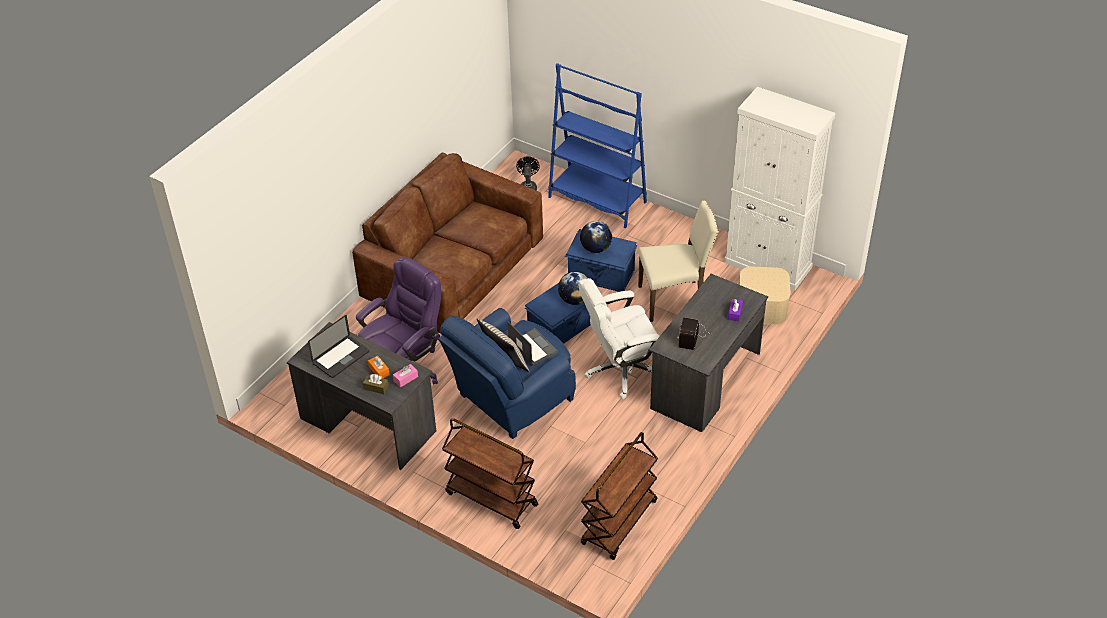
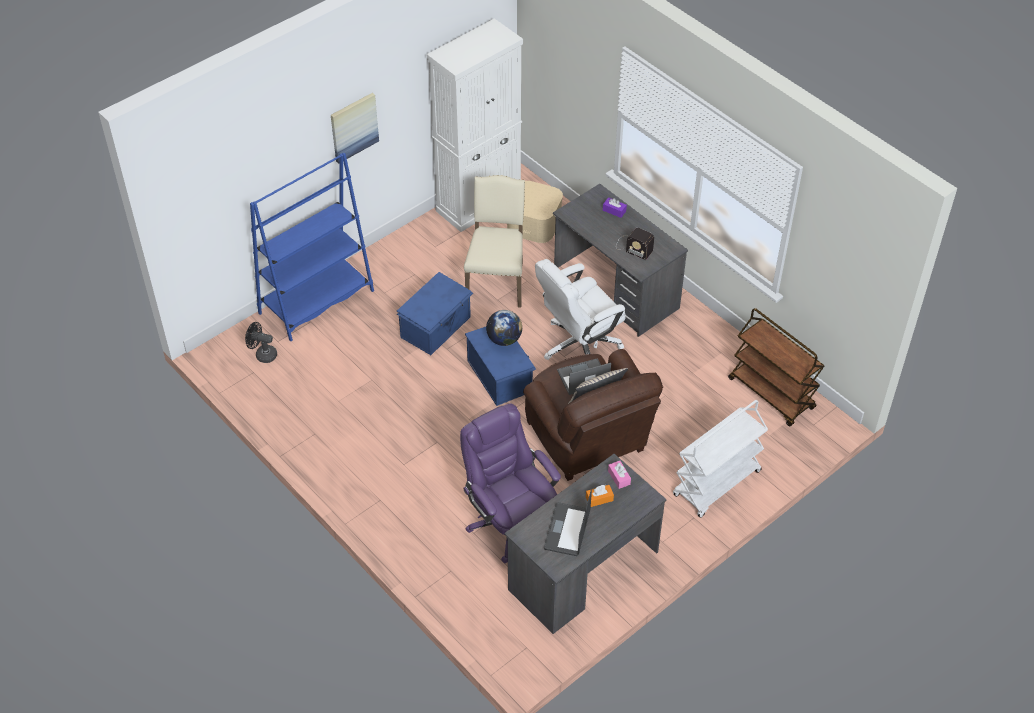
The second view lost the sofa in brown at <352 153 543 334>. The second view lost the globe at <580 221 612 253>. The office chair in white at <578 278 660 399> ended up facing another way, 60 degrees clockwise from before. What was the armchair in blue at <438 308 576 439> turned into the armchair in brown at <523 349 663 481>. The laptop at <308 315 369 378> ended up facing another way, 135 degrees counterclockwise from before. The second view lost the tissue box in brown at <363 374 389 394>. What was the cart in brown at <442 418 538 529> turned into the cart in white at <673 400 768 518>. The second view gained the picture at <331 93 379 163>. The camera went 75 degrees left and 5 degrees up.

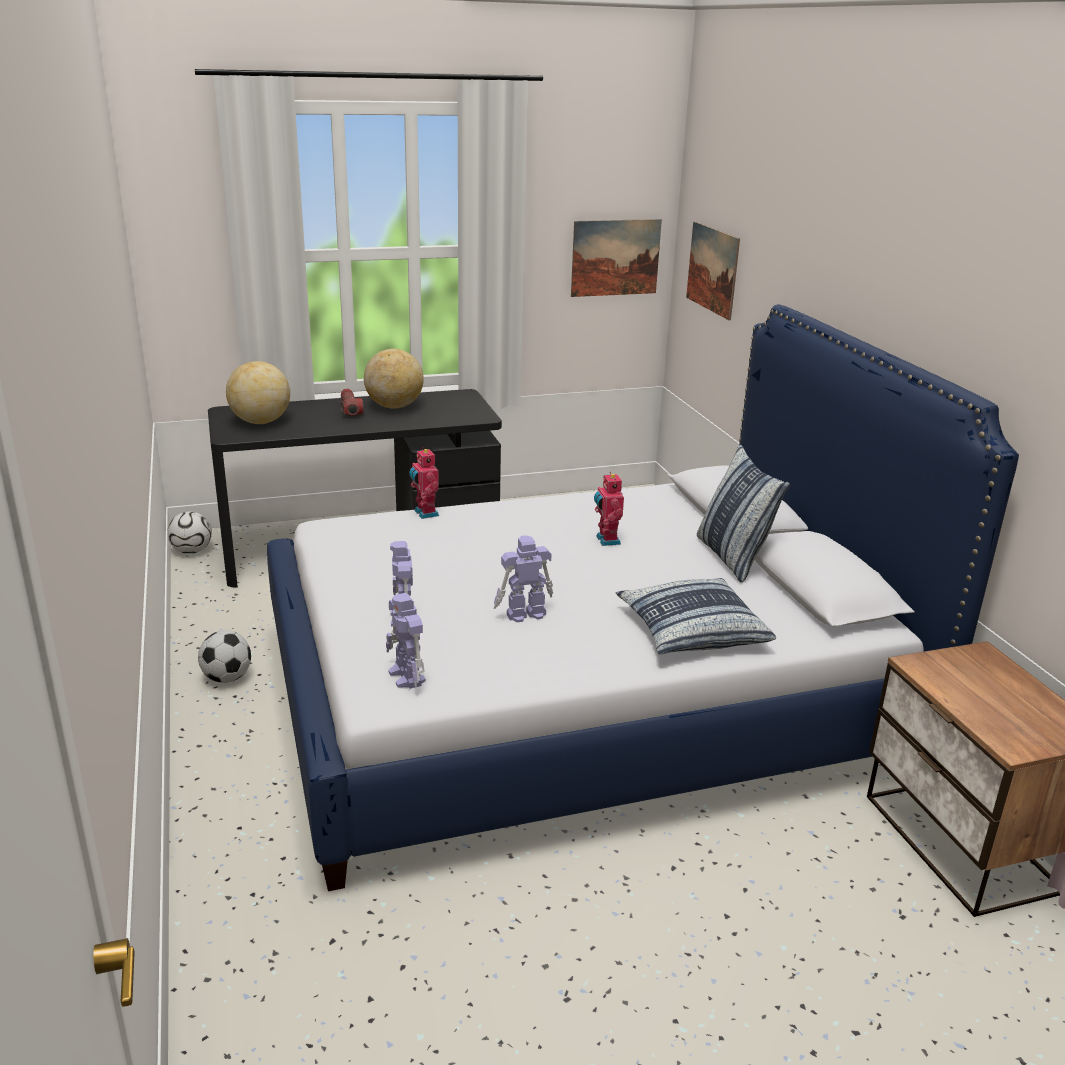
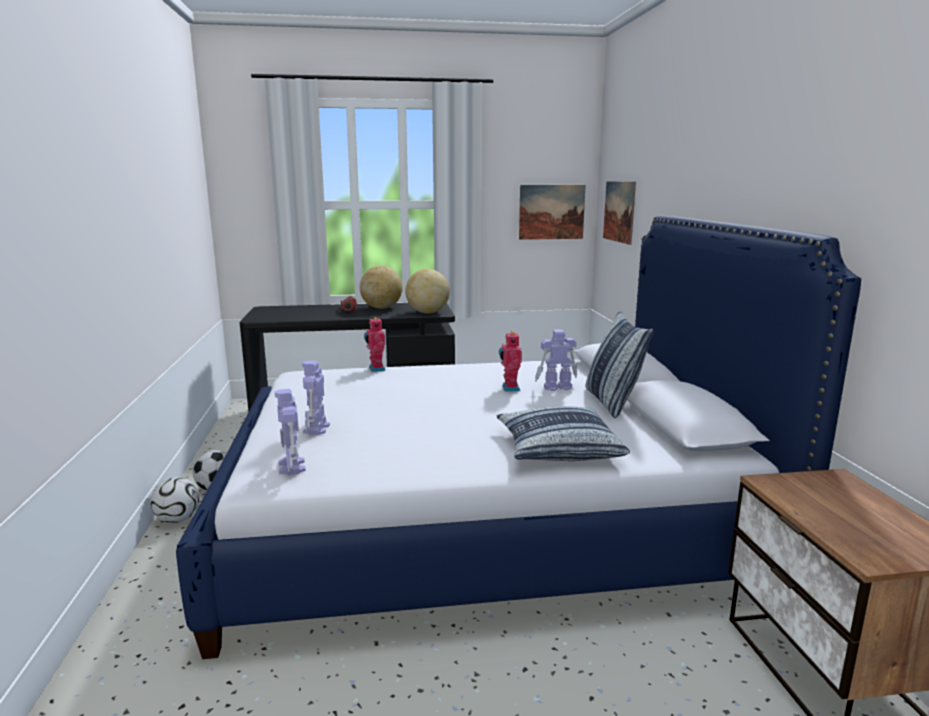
The globe ended up elsewhere, having gone from <226 361 290 424> to <405 269 450 314>. The football ended up elsewhere, having gone from <167 512 212 554> to <150 477 200 523>. The toy robot ended up elsewhere, having gone from <494 535 553 622> to <535 329 577 391>. The camera went 10 degrees right and 10 degrees down.

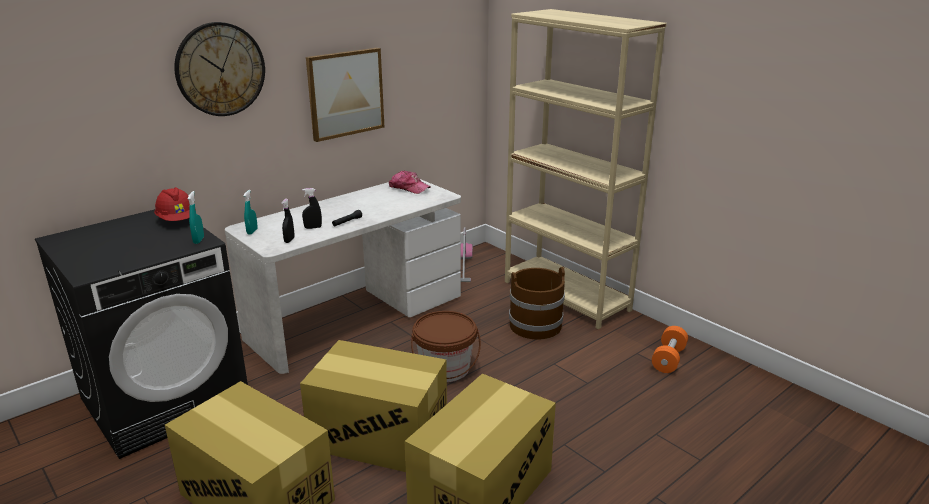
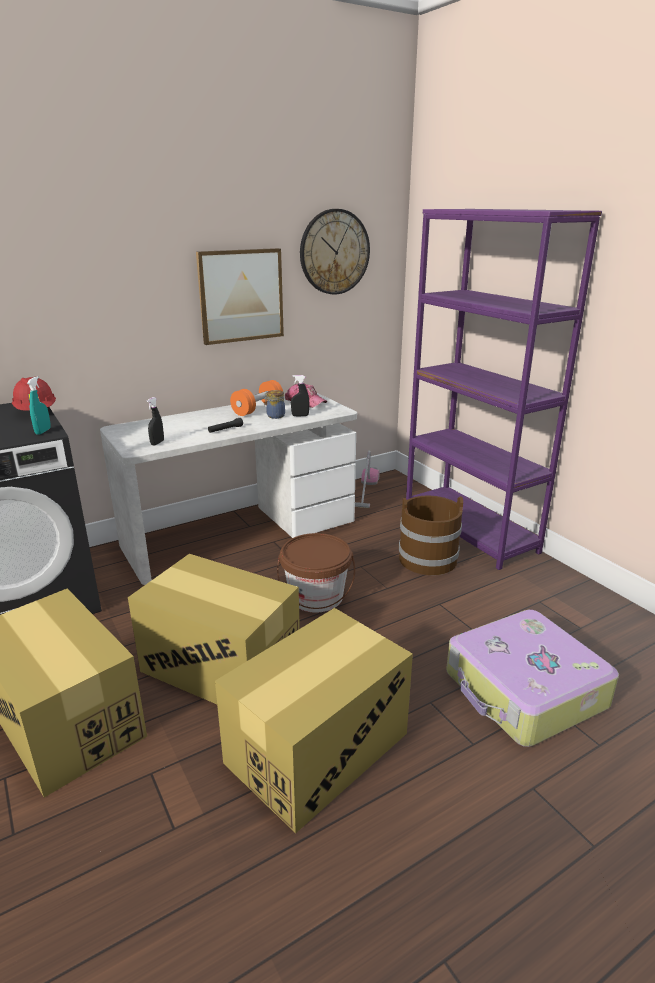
What was the bookcase in beige at <505 9 667 329> turned into the bookcase in purple at <406 209 602 570>. The wall clock ended up elsewhere, having gone from <174 22 265 116> to <300 209 370 294>. The spray bottle in black ended up elsewhere, having gone from <302 188 322 229> to <291 375 310 416>. The second view lost the spray bottle in turquoise at <244 190 257 235>. The dumbbell in orange ended up elsewhere, having gone from <652 326 688 373> to <230 380 283 416>. The second view gained the jar at <264 390 285 419>. The second view gained the suitcase at <446 610 619 747>. The camera went 10 degrees right and 0 degrees up.

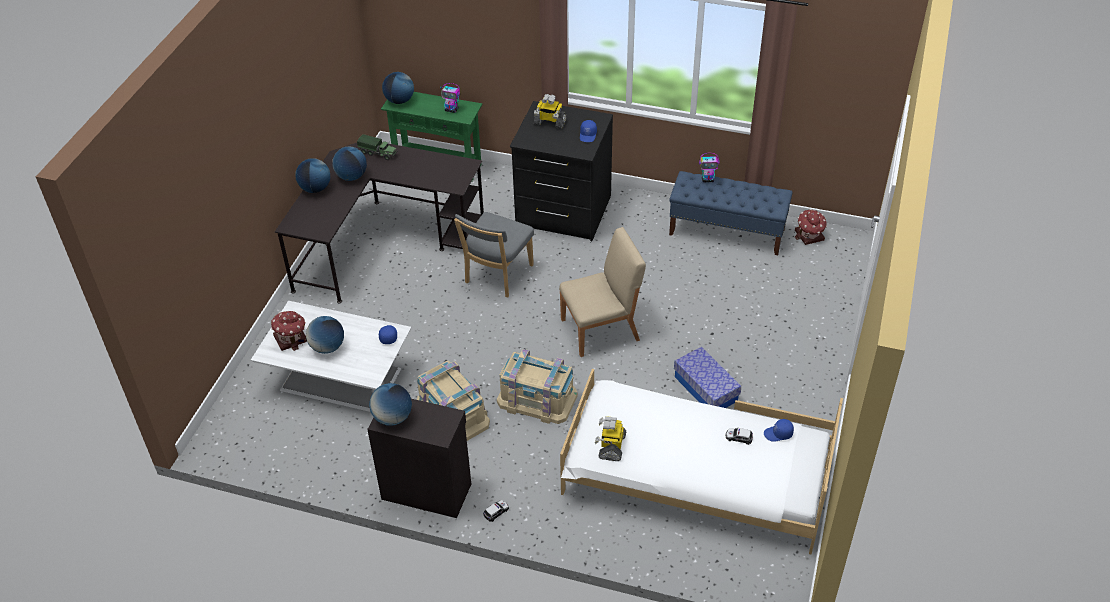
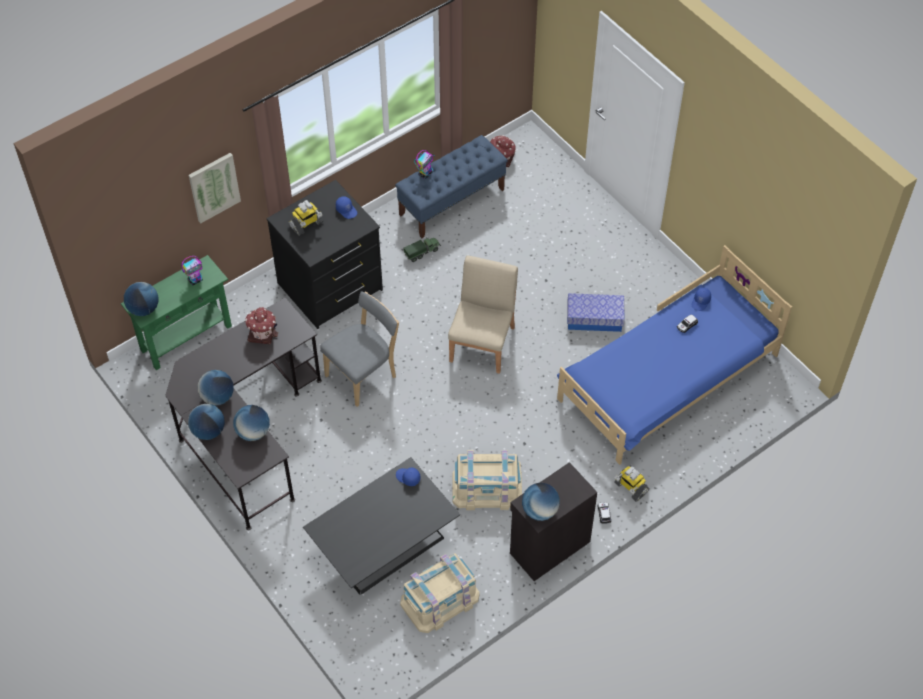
The toy truck ended up elsewhere, having gone from <357 134 398 160> to <403 237 441 262>. The chair in grey at <454 212 534 297> ended up facing another way, 105 degrees counterclockwise from before. What was the coffee table in white at <251 301 411 412> turned into the coffee table in black at <303 457 460 595>. The toy house ended up elsewhere, having gone from <271 311 307 351> to <245 307 278 344>. The globe ended up elsewhere, having gone from <306 316 344 354> to <233 405 270 441>. The storage box in beige ended up elsewhere, having gone from <497 349 578 424> to <400 553 480 633>. What was the bed in white at <560 369 843 554> turned into the bed in blue at <557 245 792 465>. The toy robot ended up elsewhere, having gone from <595 416 626 461> to <614 466 649 502>. The second view gained the picture at <189 153 241 223>. The camera went 55 degrees left and 10 degrees up.

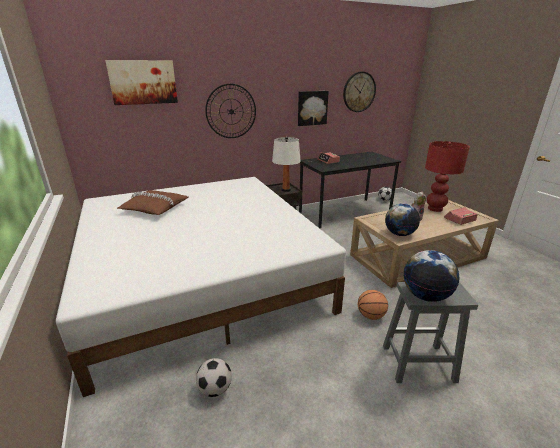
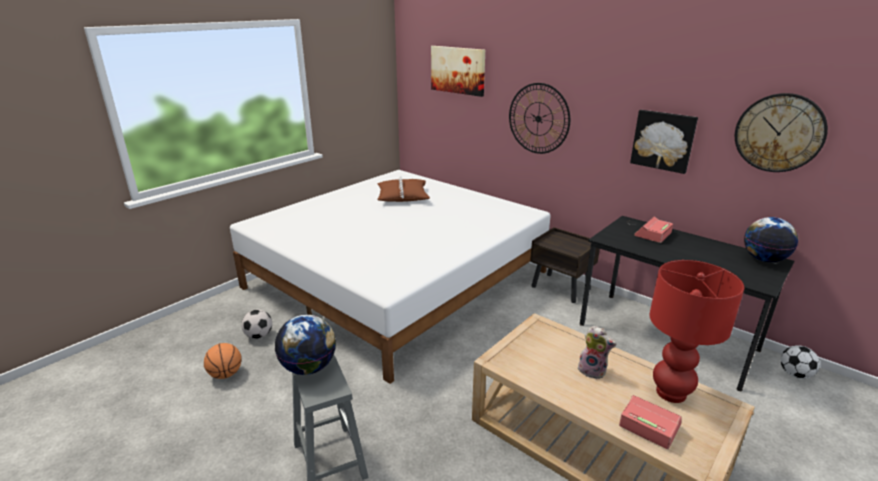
The second view lost the table lamp in white at <272 137 301 192>. The globe ended up elsewhere, having gone from <385 203 420 236> to <744 217 798 262>. The basketball ended up elsewhere, having gone from <358 290 388 320> to <204 343 242 379>. The camera went 65 degrees right and 0 degrees up.

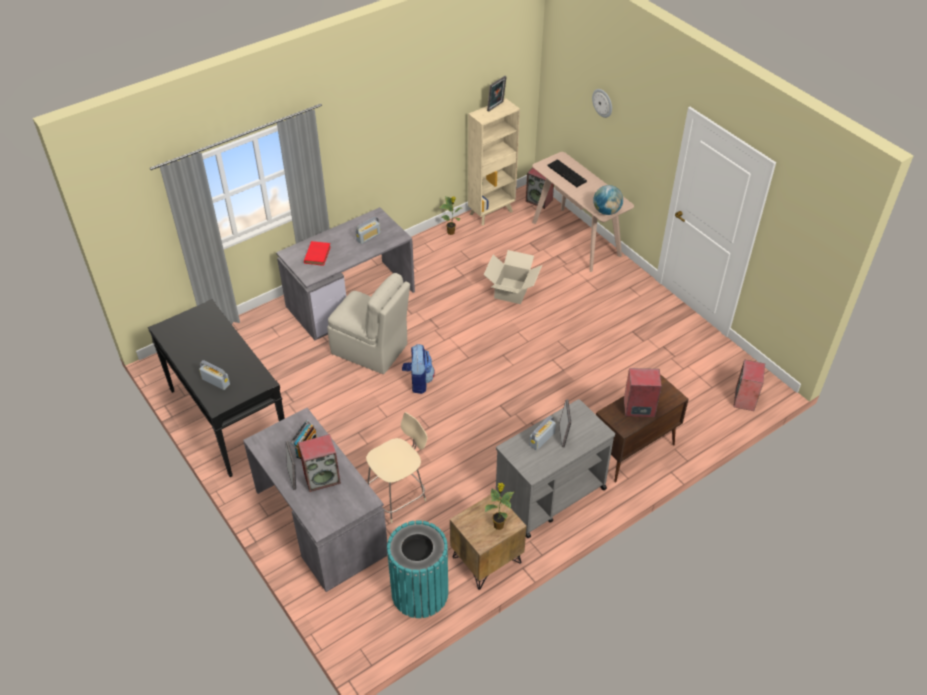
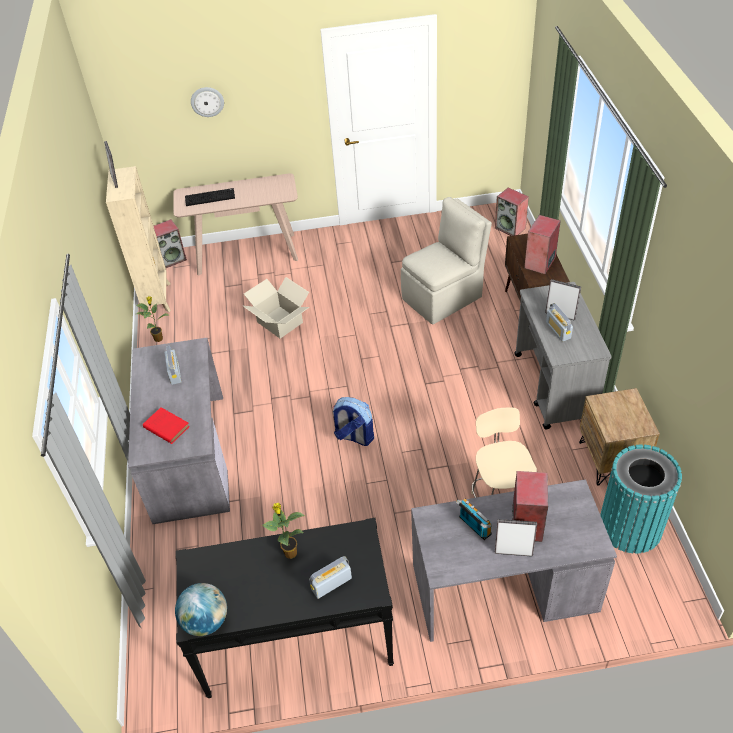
The globe ended up elsewhere, having gone from <593 185 623 215> to <175 583 227 636>. The chair in beige ended up elsewhere, having gone from <327 273 410 374> to <401 197 492 324>. The potted plant ended up elsewhere, having gone from <485 483 514 530> to <262 503 305 559>. The camera went 60 degrees left and 0 degrees up.

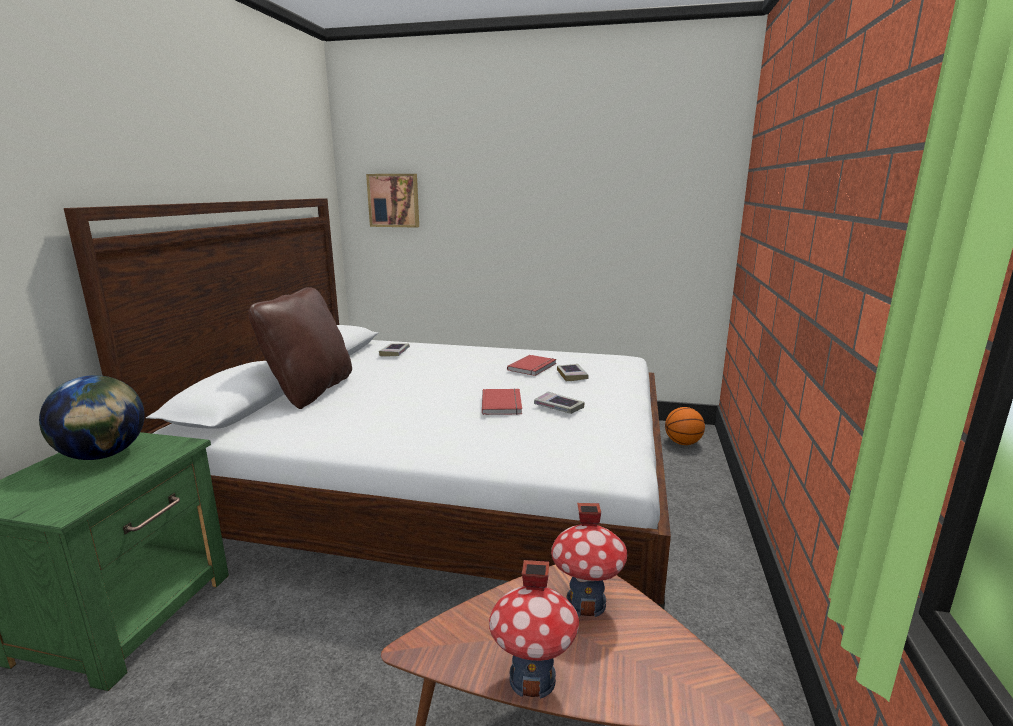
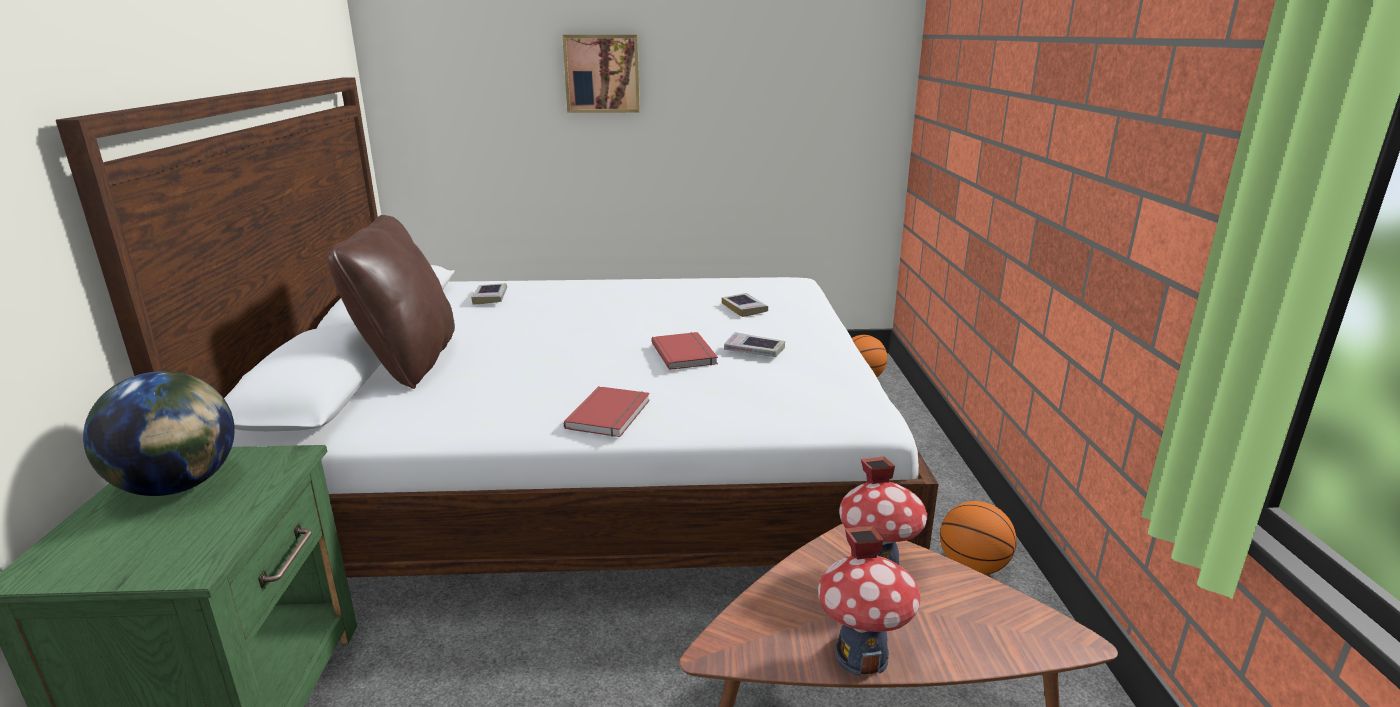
The picture ended up elsewhere, having gone from <366 174 419 228> to <562 35 640 113>. The book in red ended up elsewhere, having gone from <507 355 557 376> to <564 386 650 437>. The second view gained the basketball at <940 501 1017 575>. The camera went 15 degrees left and 5 degrees up.

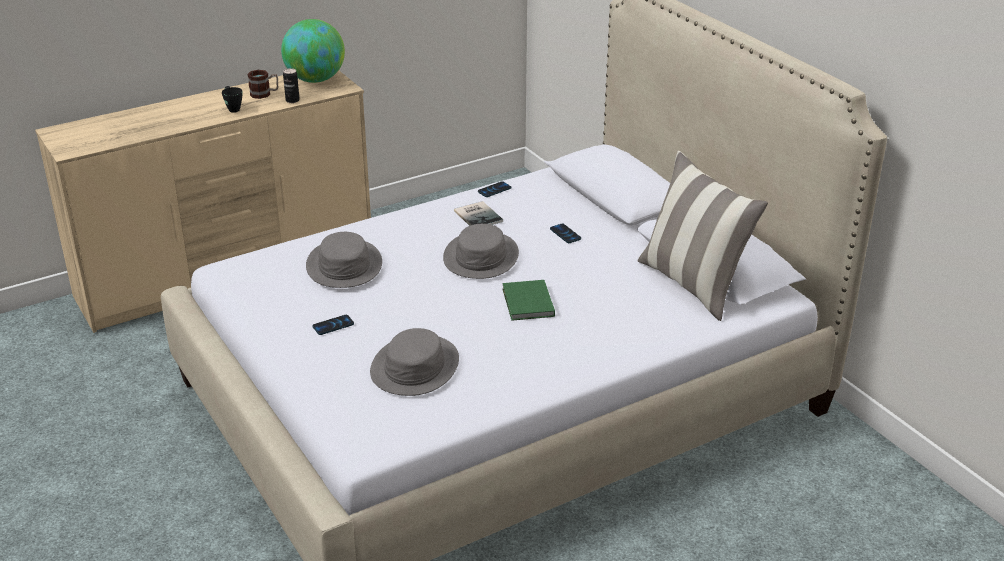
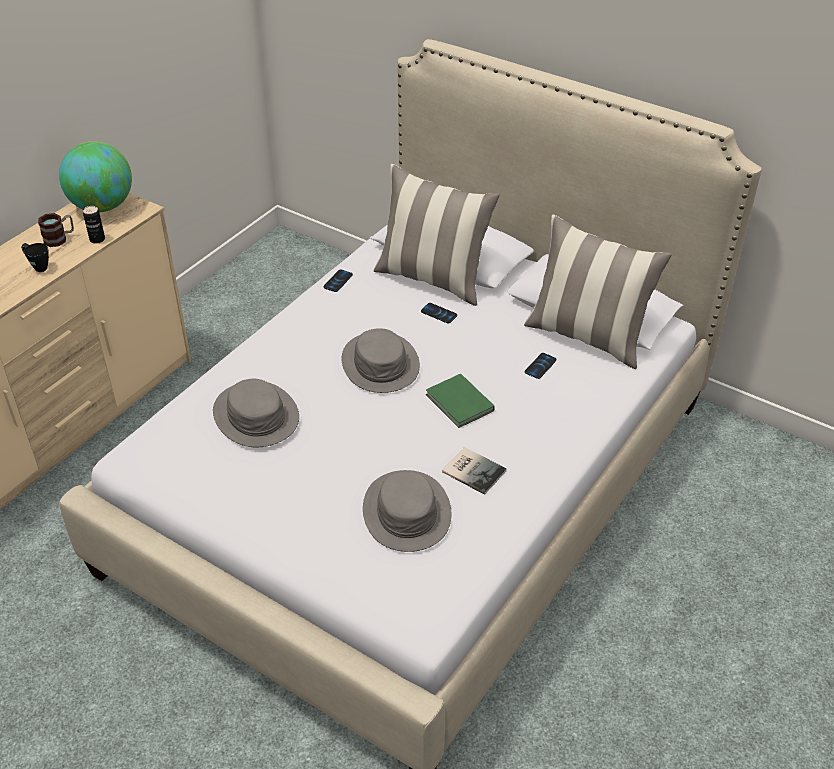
The book ended up elsewhere, having gone from <454 201 503 226> to <442 447 507 495>. The phone ended up elsewhere, having gone from <312 315 354 335> to <525 353 556 379>. The second view gained the pillow at <373 164 500 306>. The camera went 25 degrees left and 10 degrees up.

